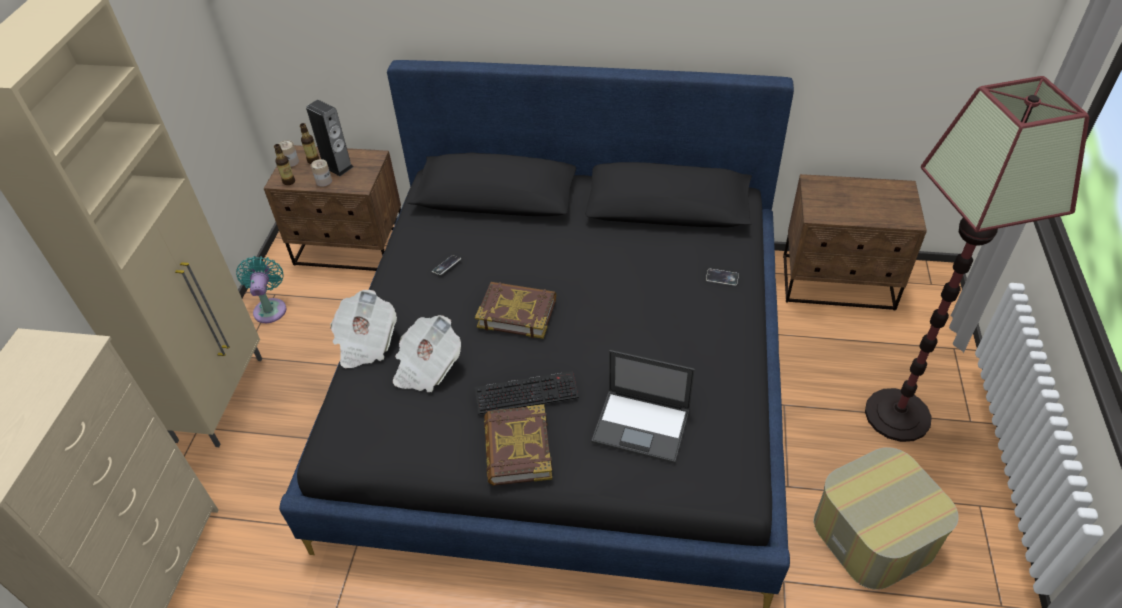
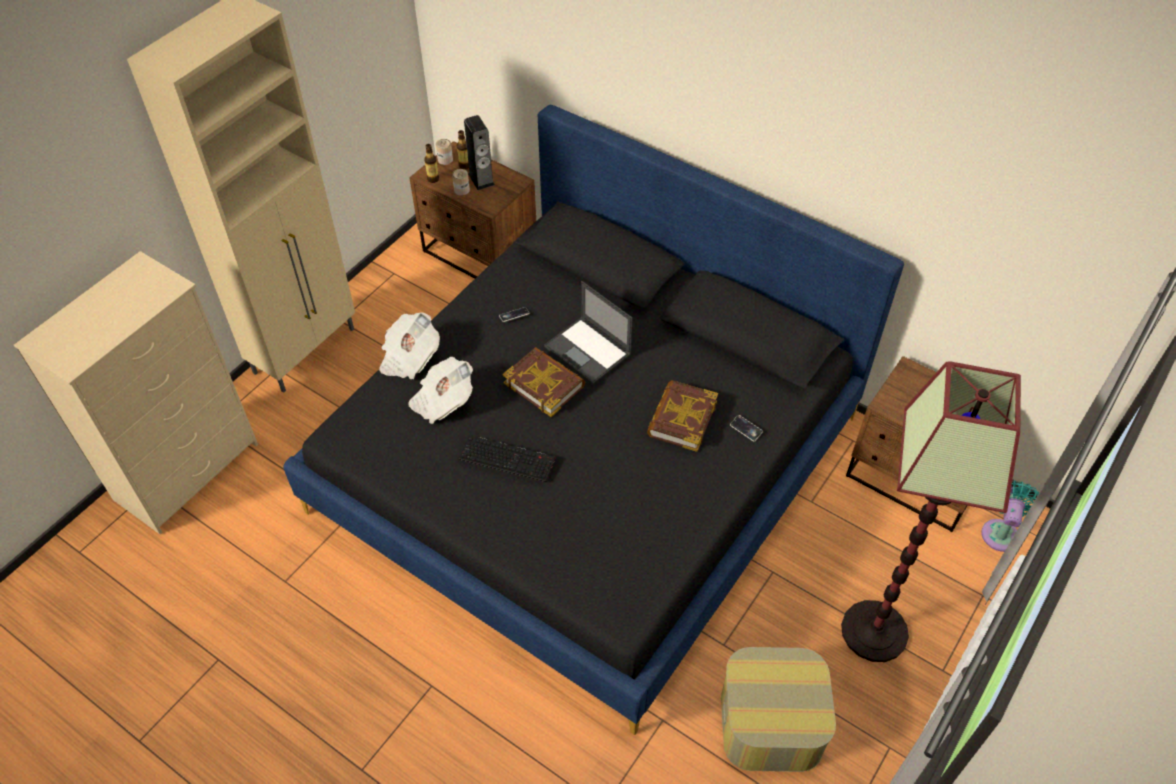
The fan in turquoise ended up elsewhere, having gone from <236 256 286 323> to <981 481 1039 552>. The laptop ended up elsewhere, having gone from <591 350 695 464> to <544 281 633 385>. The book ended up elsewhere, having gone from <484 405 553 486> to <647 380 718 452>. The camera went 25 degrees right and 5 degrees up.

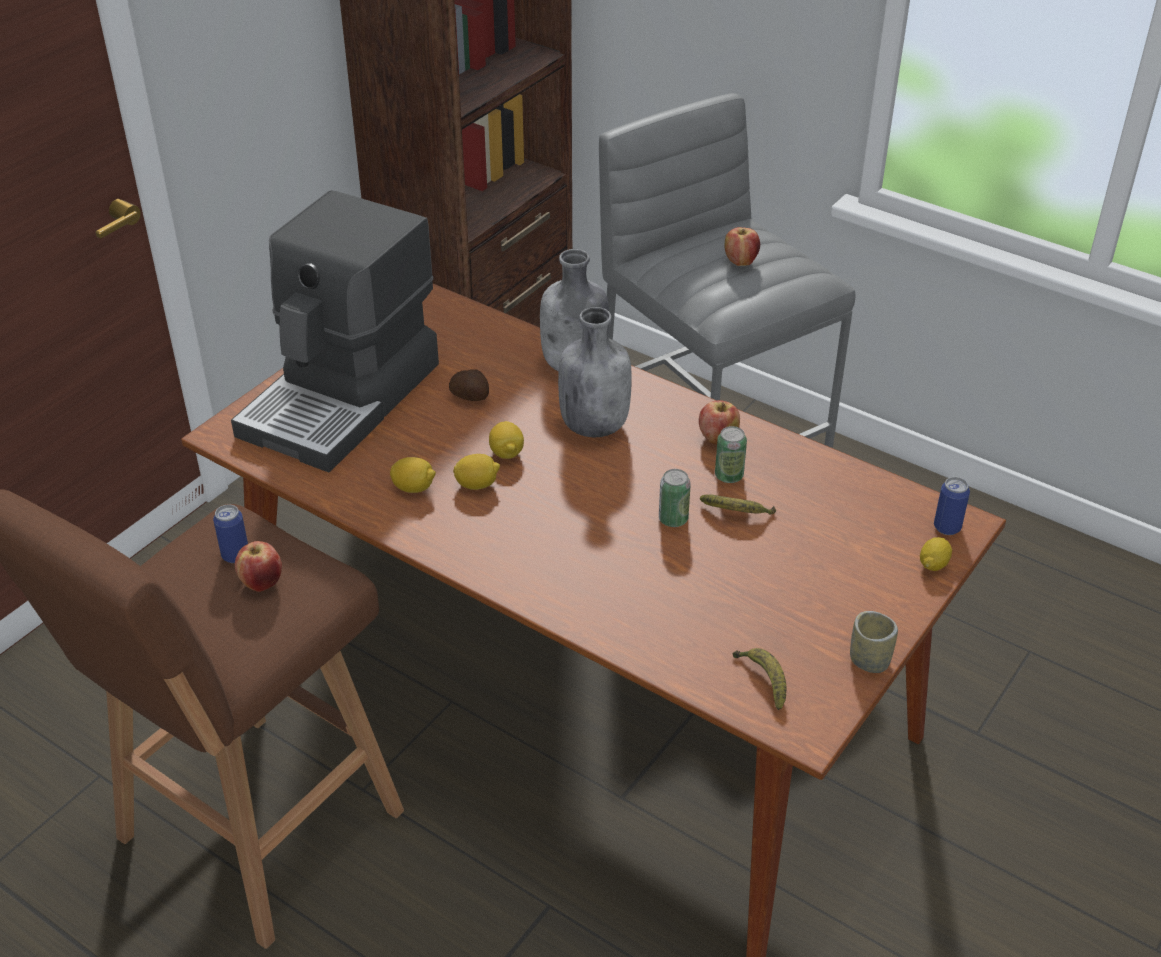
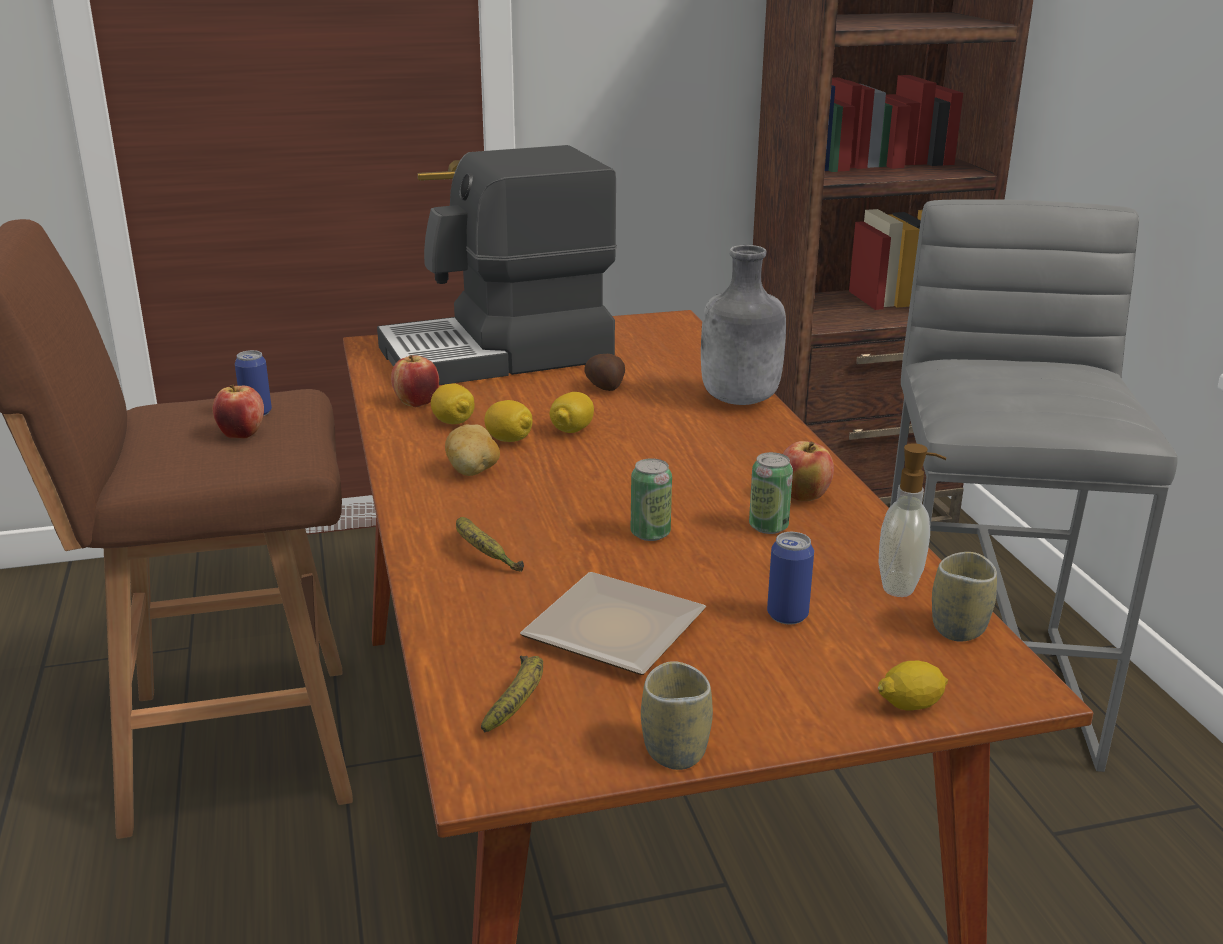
The apple ended up elsewhere, having gone from <724 227 760 266> to <391 355 439 407>. The second view lost the bottle in grey at <558 307 632 438>. The can ended up elsewhere, having gone from <934 477 970 535> to <767 532 814 625>. The banana ended up elsewhere, having gone from <700 494 776 515> to <456 517 524 572>. The second view gained the potato at <445 424 500 476>. The second view gained the soap dispenser at <879 443 946 597>. The second view gained the cup at <932 552 997 641>. The second view gained the plate at <520 572 706 675>. The camera went 40 degrees right and 15 degrees down.

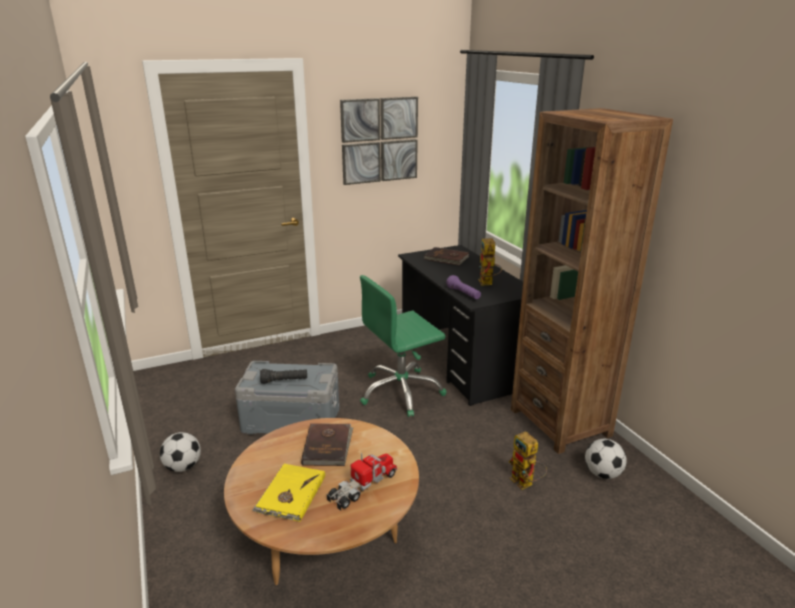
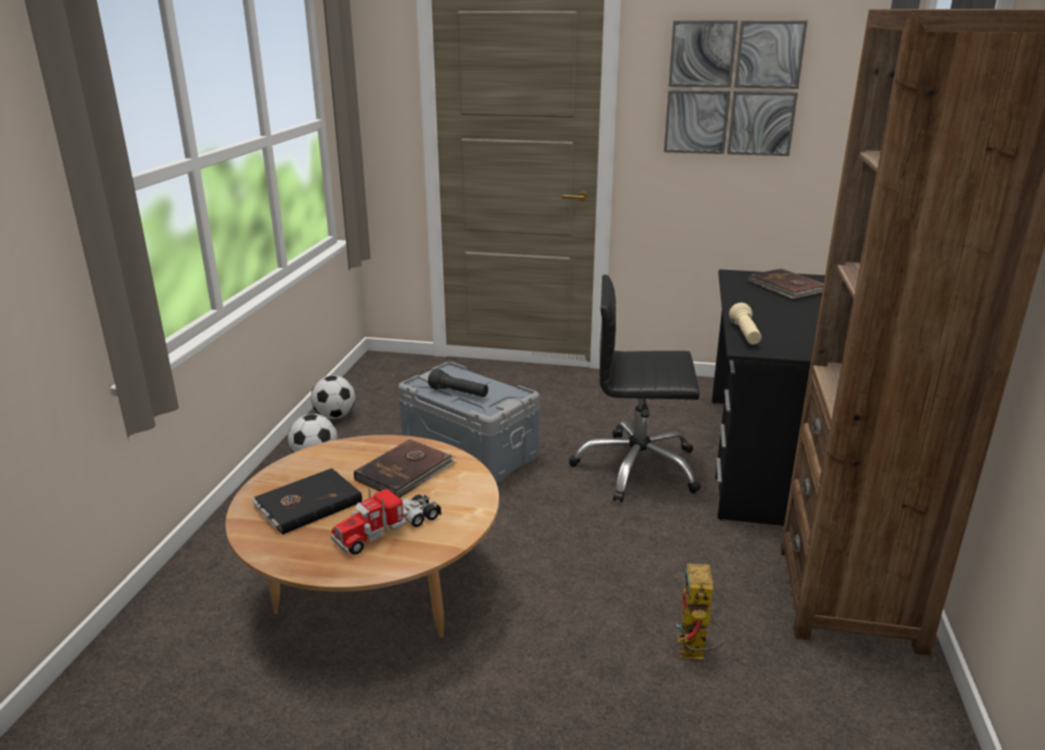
The second view lost the toy robot at <478 238 502 286>. What was the office chair in green at <360 275 446 417> turned into the office chair in black at <569 275 701 503>. What was the flashlight in purple at <446 275 481 299> turned into the flashlight in beige at <729 303 762 345>. The football ended up elsewhere, having gone from <585 439 627 479> to <311 376 355 419>. The toy truck at <326 453 397 511> ended up facing another way, 150 degrees clockwise from before. What was the book in yellow at <252 464 325 522> turned into the book in black at <251 468 362 534>. The camera went 35 degrees right and 0 degrees up.

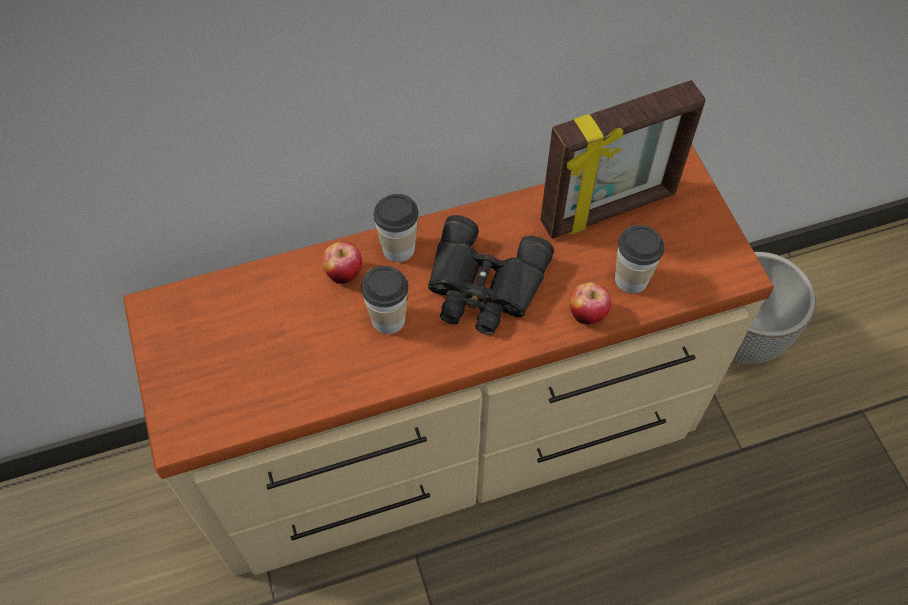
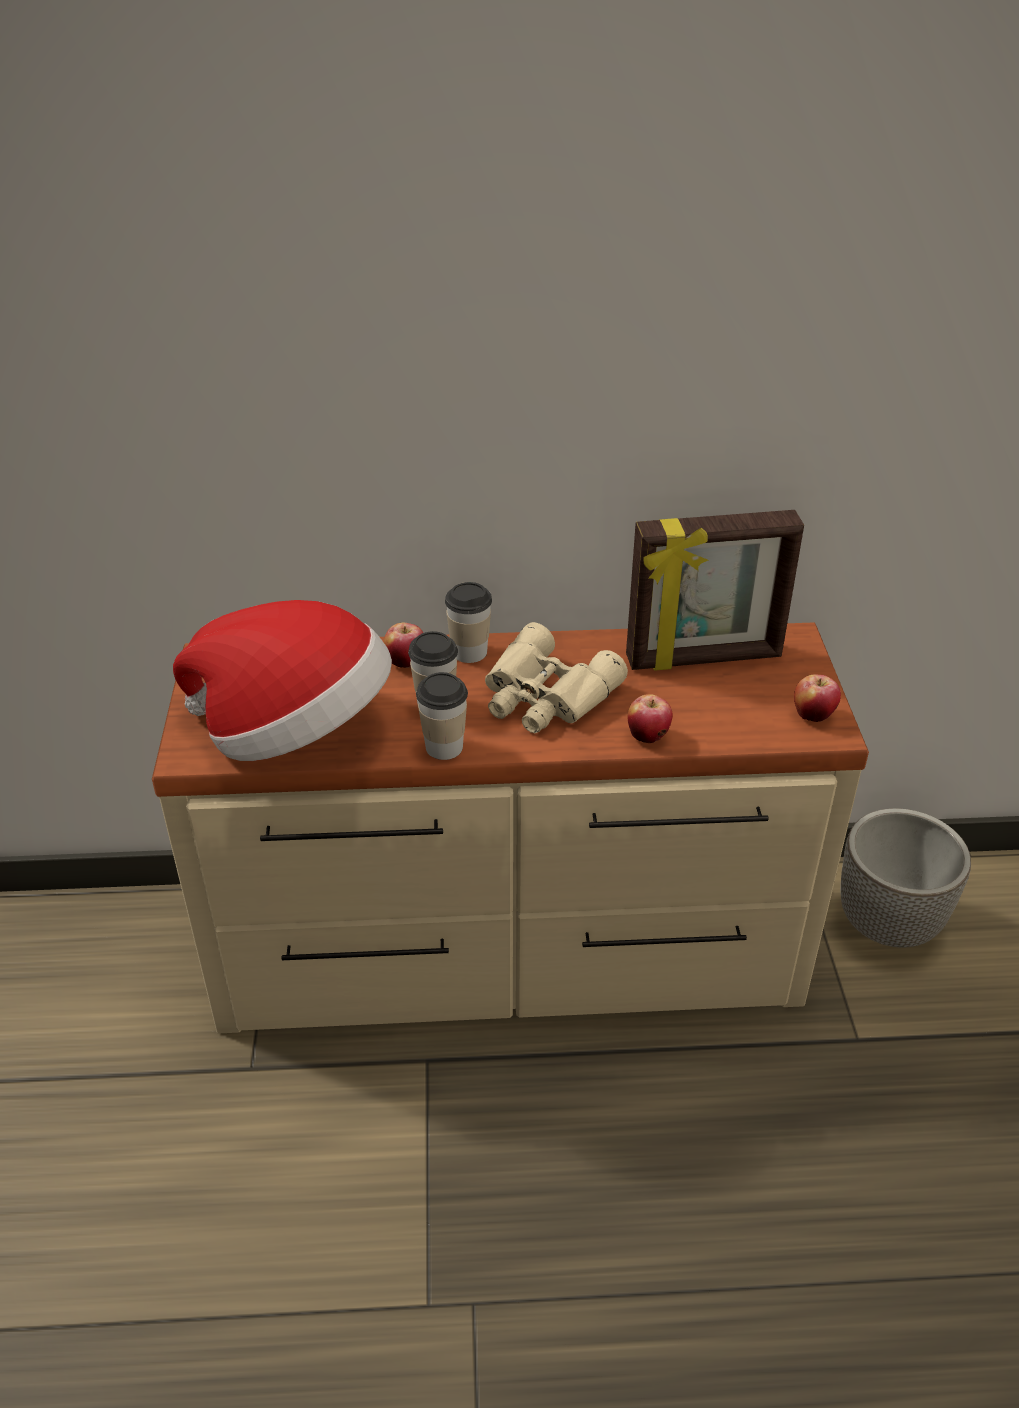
What was the binoculars in black at <428 215 554 335> turned into the binoculars in beige at <485 622 628 733>. The cup ended up elsewhere, having gone from <615 225 664 294> to <416 672 468 760>. The second view gained the hat at <173 600 392 761>. The second view gained the apple at <794 674 841 722>. The camera went 15 degrees right and 20 degrees down.

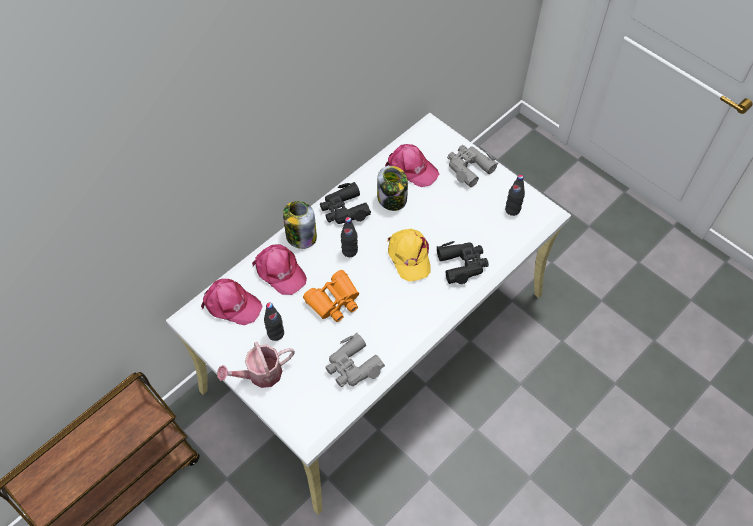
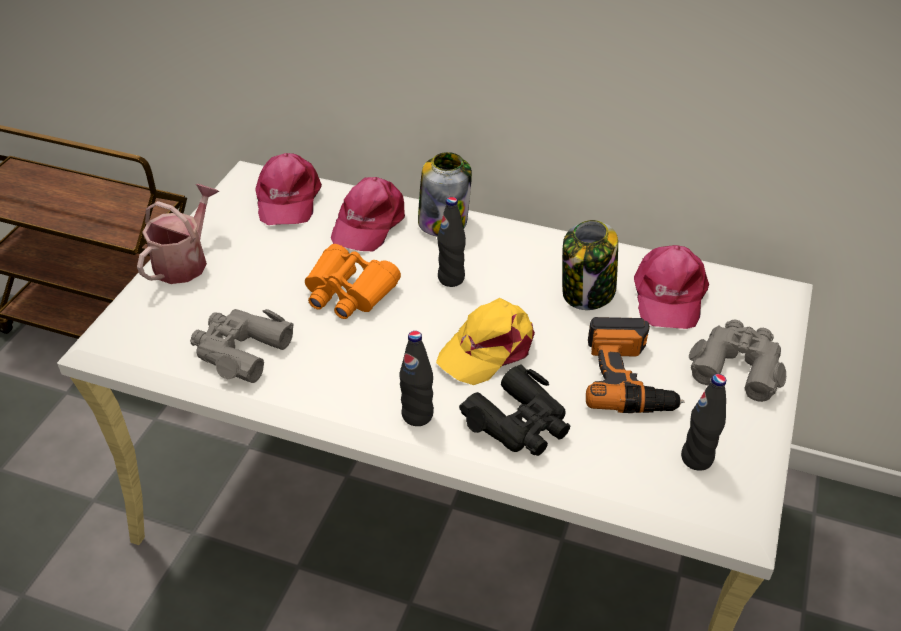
The second view lost the binoculars in black at <320 182 371 224>. The bottle in black ended up elsewhere, having gone from <264 303 284 341> to <399 331 434 426>. The watering can at <217 342 294 388> ended up facing another way, 75 degrees clockwise from before. The second view gained the power drill at <586 317 685 413>. The camera went 65 degrees right and 15 degrees down.

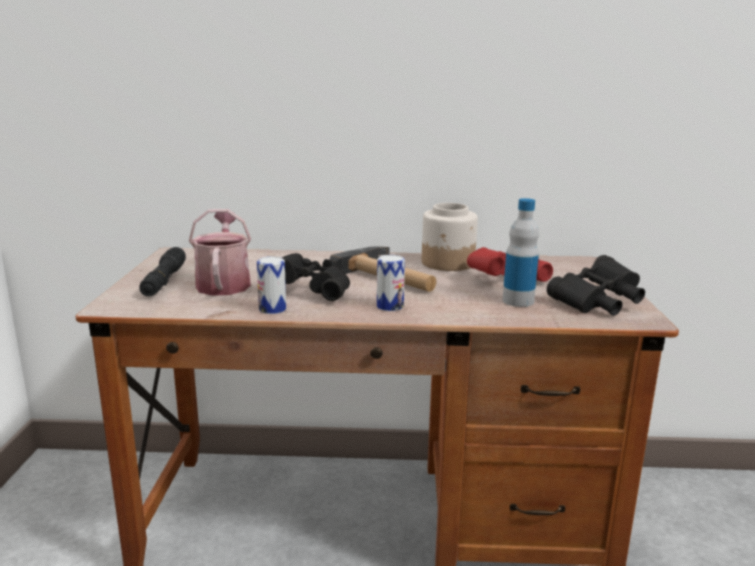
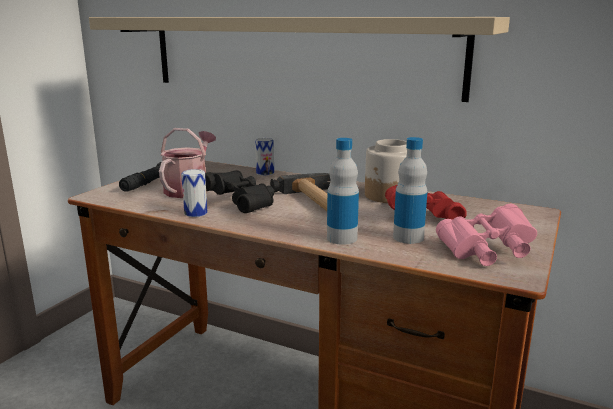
The can ended up elsewhere, having gone from <377 255 405 311> to <255 138 274 175>. What was the binoculars in black at <547 255 645 316> turned into the binoculars in pink at <436 204 537 266>. The second view gained the shelf in beige at <89 17 510 102>. The second view gained the bottle at <327 138 359 245>. The camera went 25 degrees right and 0 degrees up.

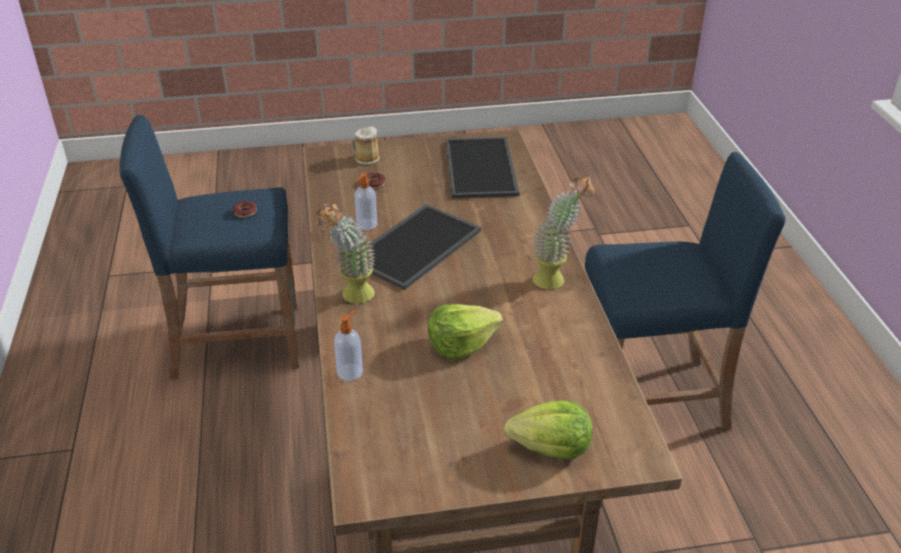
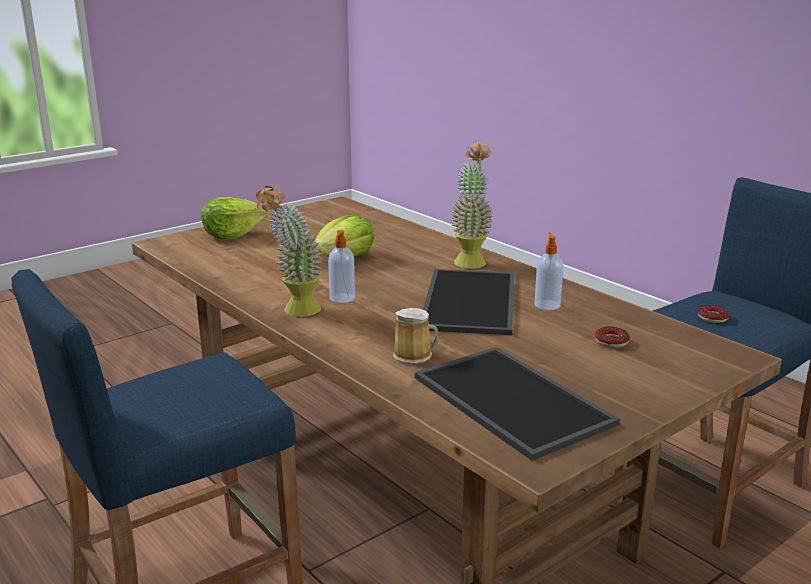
The mug ended up elsewhere, having gone from <351 126 380 165> to <393 308 439 364>. The soap dispenser ended up elsewhere, having gone from <334 310 363 381> to <328 230 355 303>. The camera went 150 degrees right and 15 degrees down.

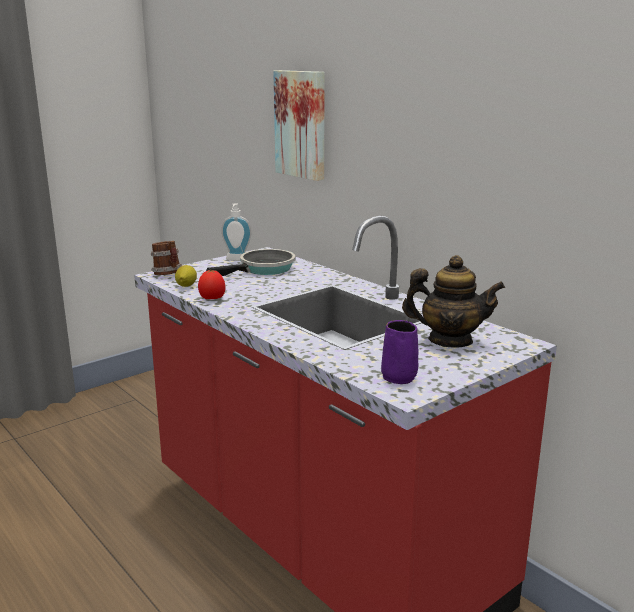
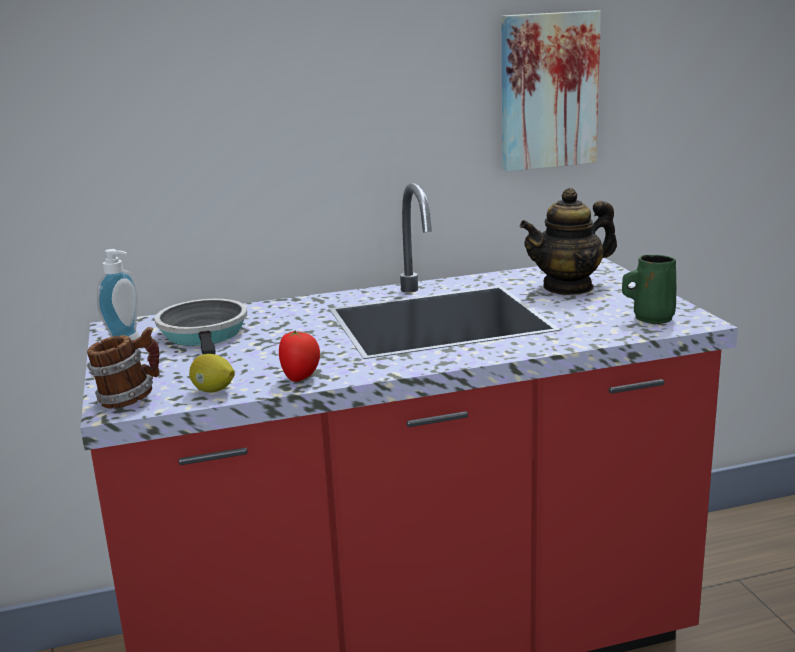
The picture ended up elsewhere, having gone from <273 70 325 181> to <502 11 601 171>. The teapot at <402 255 505 348> ended up facing another way, 150 degrees counterclockwise from before. What was the mug in purple at <381 320 418 384> turned into the mug in green at <622 255 676 324>. The camera went 65 degrees left and 0 degrees up.

